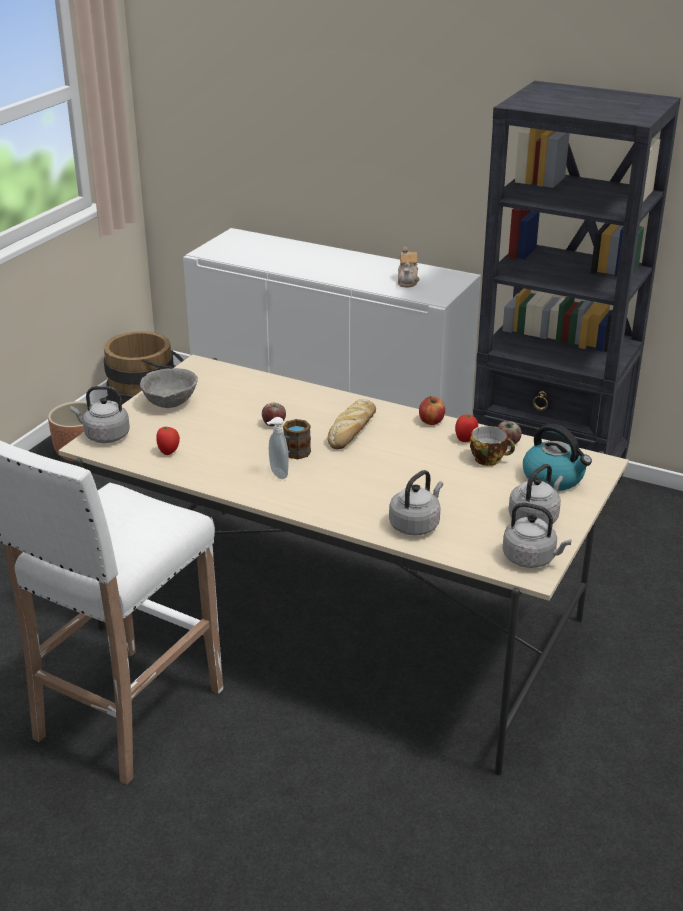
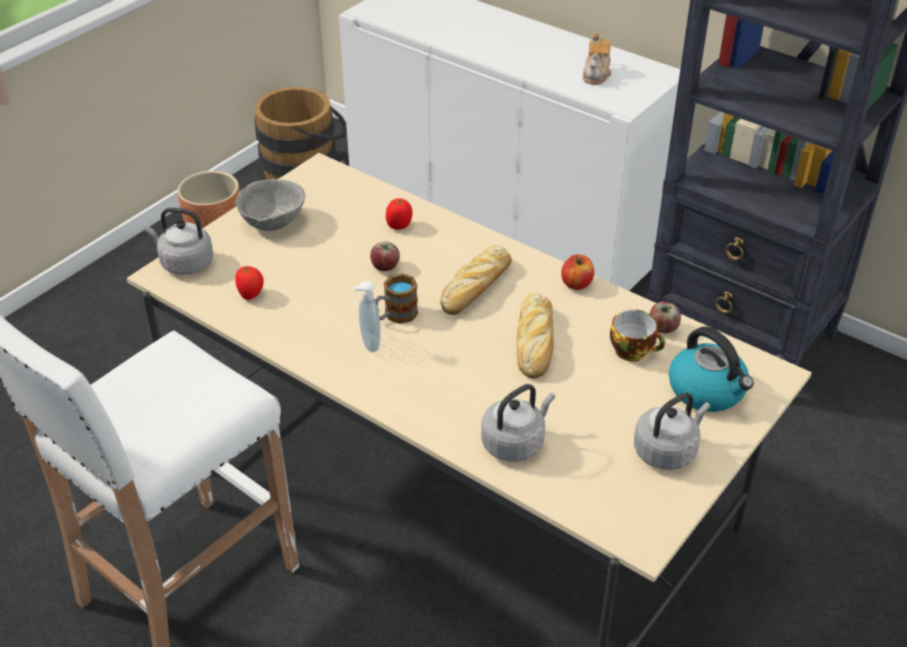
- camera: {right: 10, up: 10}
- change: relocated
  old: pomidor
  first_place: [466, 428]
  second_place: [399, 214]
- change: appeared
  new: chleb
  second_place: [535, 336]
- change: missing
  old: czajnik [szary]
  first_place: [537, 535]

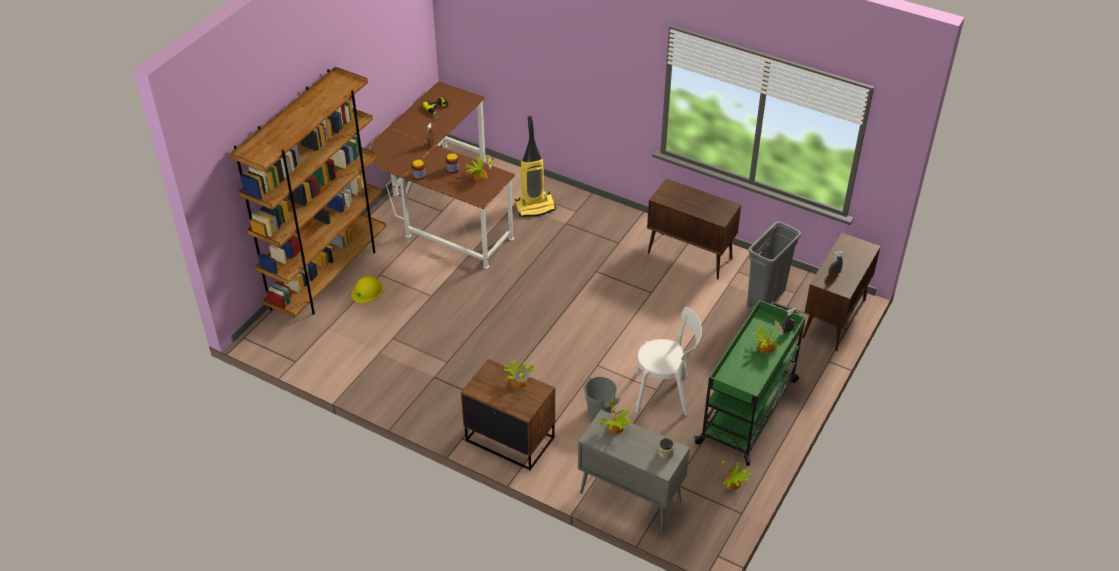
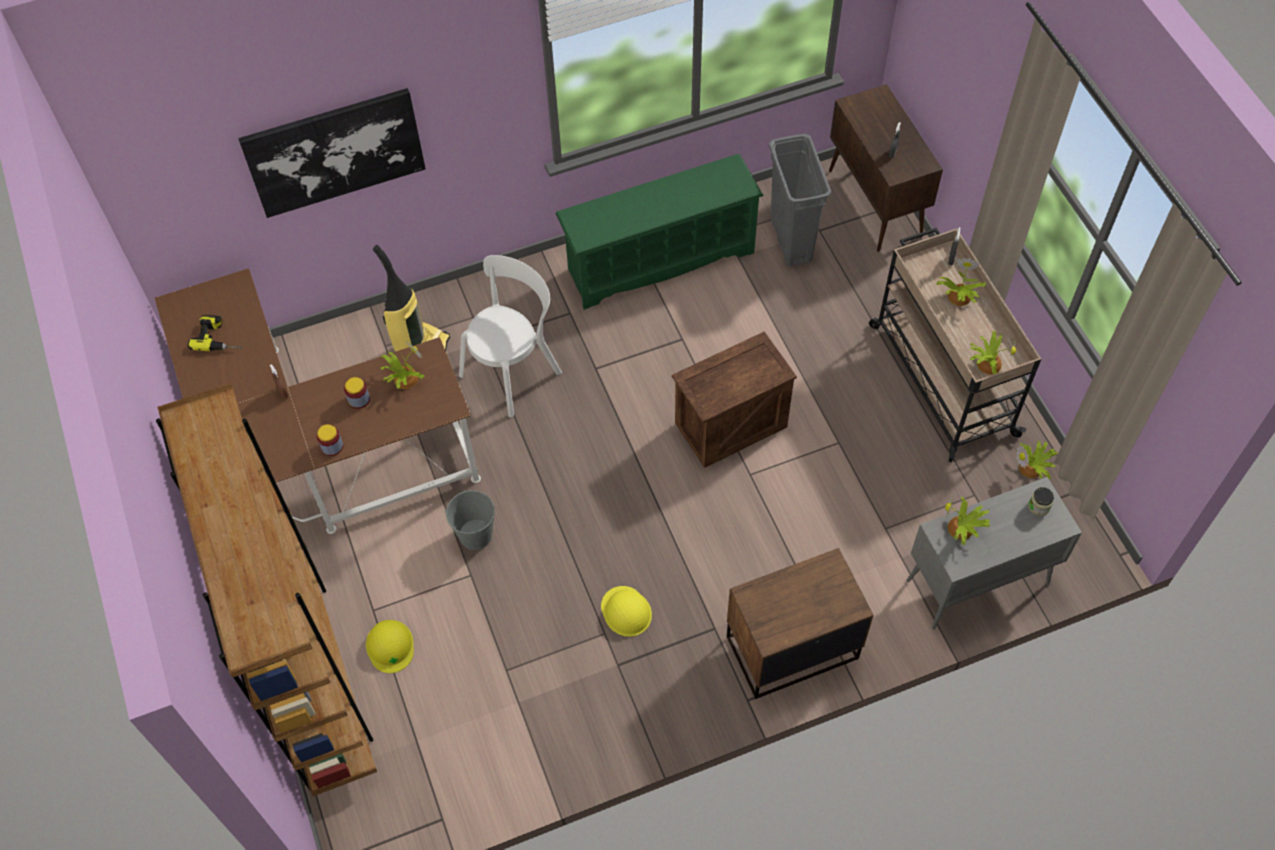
- camera: {right: -50, up: 15}
- change: appeared
  new: obraz
  second_place: [332, 153]
- change: relocated
  old: wiadro [szary]
  first_place: [600, 398]
  second_place: [470, 520]
- change: relocated
  old: krzesło [biały]
  first_place: [668, 361]
  second_place: [510, 336]
- change: exchanged
  old: szafka [brązowy]
  new: regał na buty [zielony]
  first_place: [694, 229]
  second_place: [659, 232]
- change: appeared
  new: kask [żółty]
  second_place: [626, 611]
- change: appeared
  new: skrzynka
  second_place: [734, 399]
- change: colour
  old: wózek [zielony]
  new: wózek [beżowy]
  first_place: [750, 383]
  second_place: [955, 345]
- change: relocated
  old: roślina doniczkowa
  first_place: [519, 374]
  second_place: [993, 353]

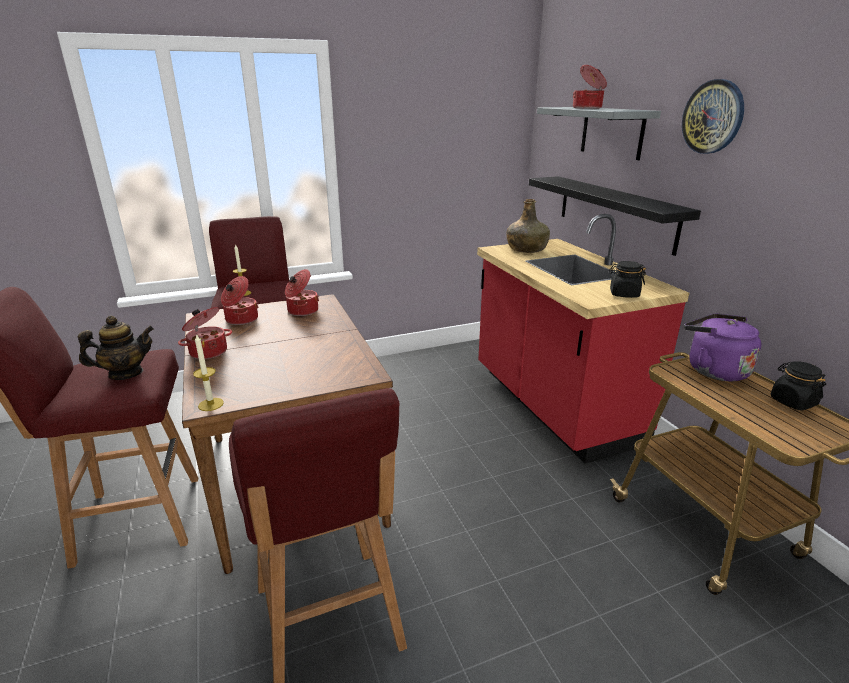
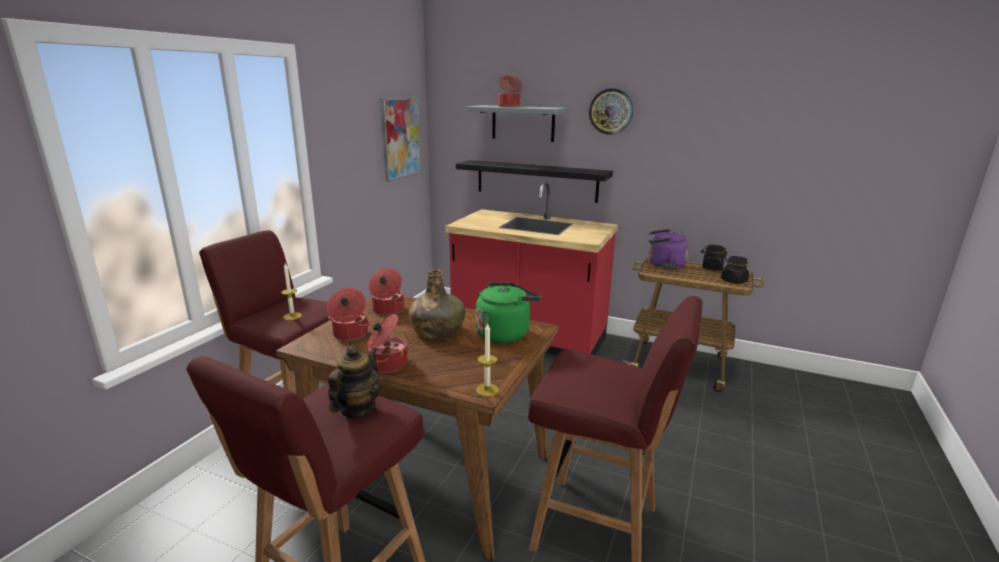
- camera: {right: -45, up: -5}
- change: appeared
  new: obraz
  second_place: [400, 139]
- change: relocated
  old: butelka [zielony]
  first_place: [528, 226]
  second_place: [436, 304]
- change: appeared
  new: czajnik [zielony]
  second_place: [508, 312]
- change: relocated
  old: słoik [czarny]
  first_place: [627, 279]
  second_place: [735, 270]

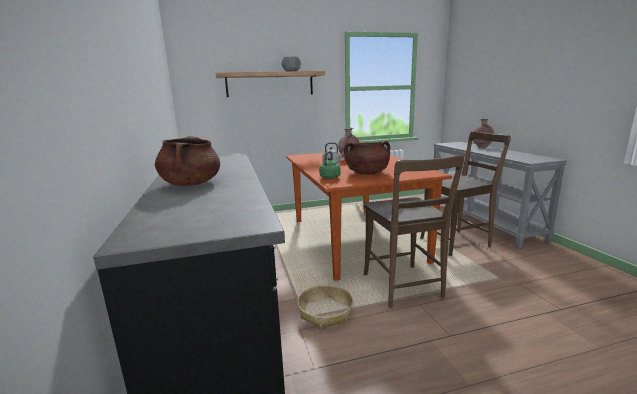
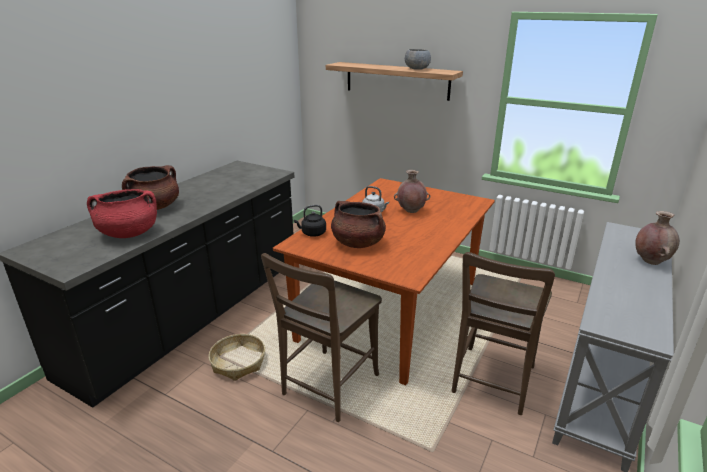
- camera: {right: 45, up: 10}
- change: appeared
  new: garnek [czerwony]
  second_place: [122, 213]
- change: colour
  old: czajnik [zielony]
  new: czajnik [czarny]
  first_place: [329, 165]
  second_place: [310, 221]
- change: spun
  old: krzesło [brązowy]
  first_place: [465, 193]
  second_place: [503, 333]
  degrees: 90

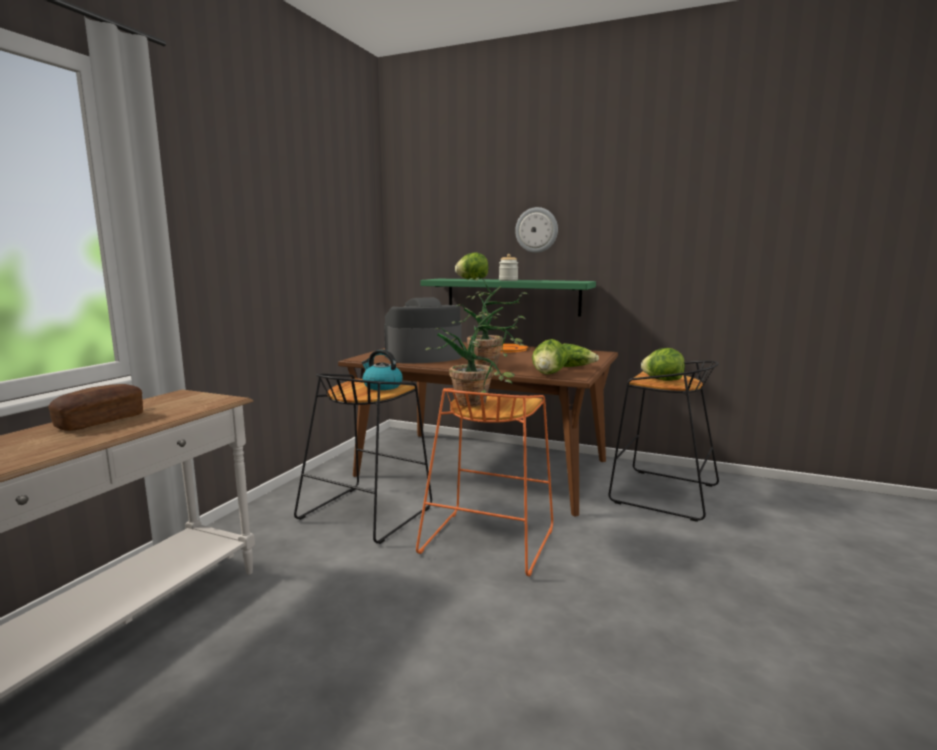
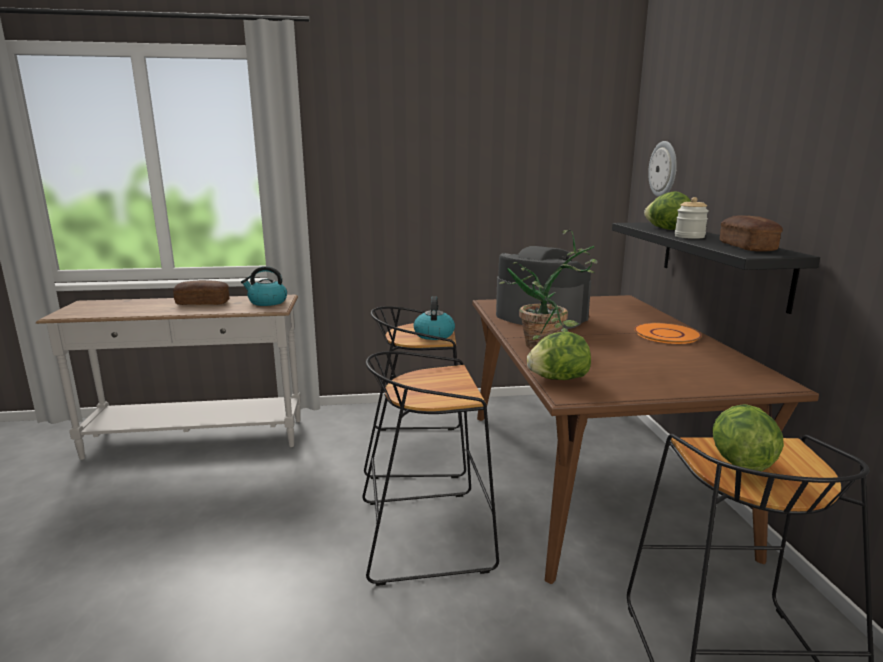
- camera: {right: 60, up: 5}
- change: appeared
  new: czajnik
  second_place: [264, 286]
- change: colour
  old: stołek [pomarańczowy]
  new: stołek [czarny]
  first_place: [484, 482]
  second_place: [430, 468]
- change: colour
  old: półka [zielony]
  new: półka [czarny]
  first_place: [508, 298]
  second_place: [716, 268]
- change: relocated
  old: zegar ścienny
  first_place: [536, 230]
  second_place: [662, 169]
- change: appeared
  new: chleb
  second_place: [751, 233]
- change: missing
  old: roślina doniczkowa
  first_place: [475, 351]
- change: missing
  old: sałata
  first_place: [580, 355]

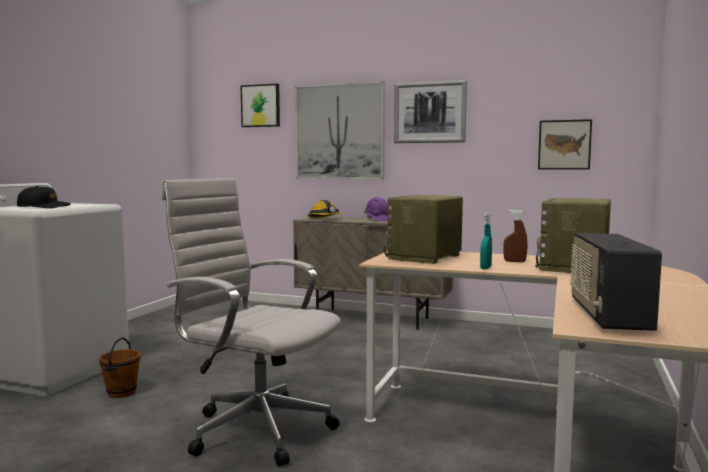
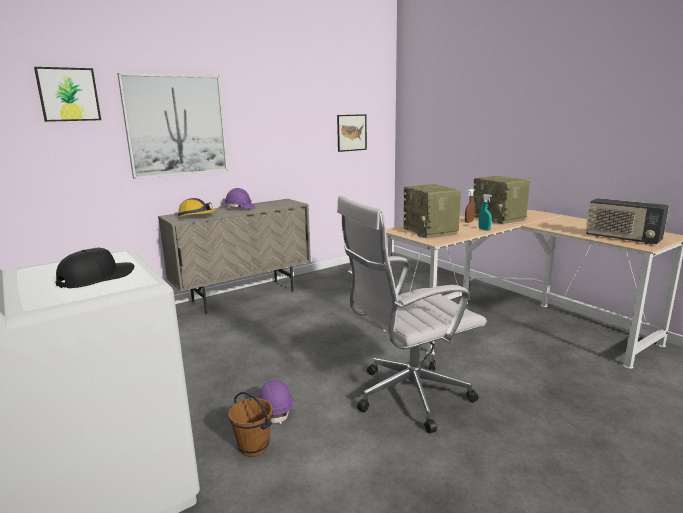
- camera: {right: -55, up: 10}
- change: appeared
  new: kask [fioletowy]
  second_place: [275, 402]
- change: missing
  old: obraz
  first_place: [430, 111]

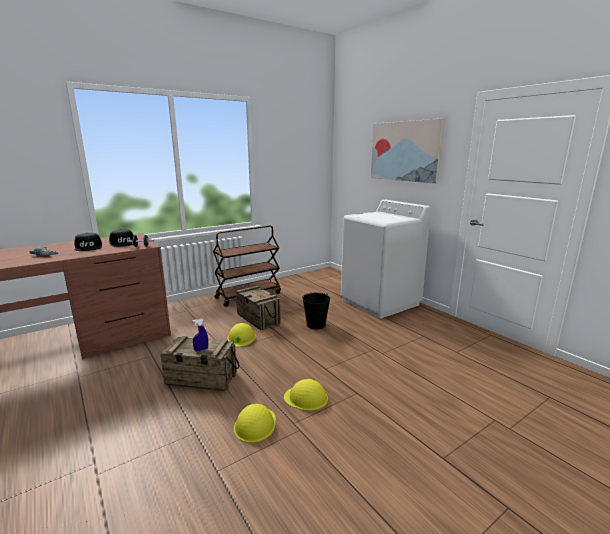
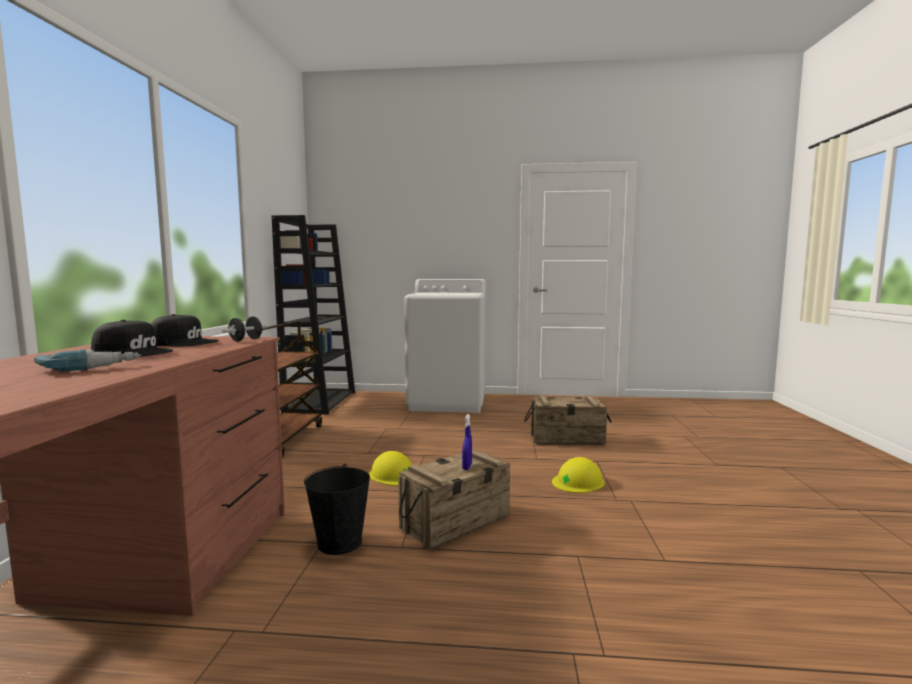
- camera: {right: -50, up: -10}
- change: appeared
  new: regał [czarny]
  second_place: [313, 315]
- change: relocated
  old: wiadro [czarny]
  first_place: [316, 310]
  second_place: [337, 509]
- change: relocated
  old: skrzynka
  first_place: [258, 307]
  second_place: [568, 420]
- change: missing
  old: kask [żółty]
  first_place: [255, 423]
- change: missing
  old: obraz
  first_place: [408, 151]

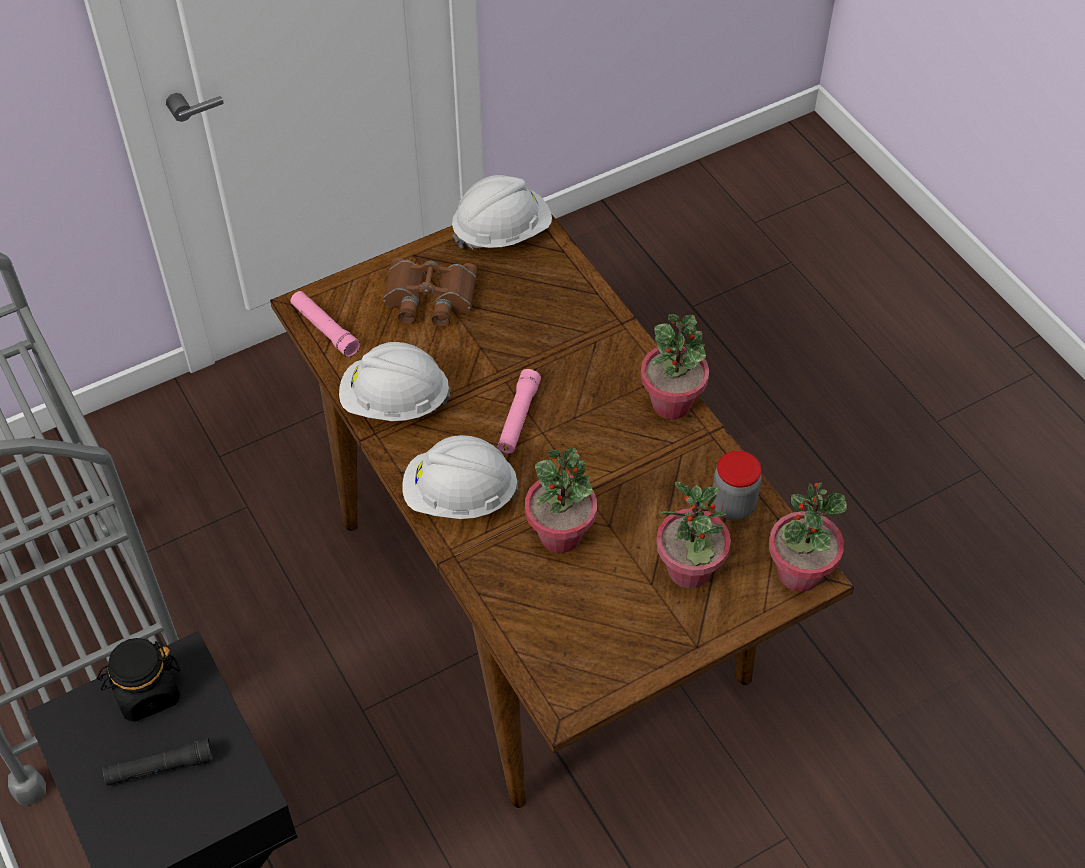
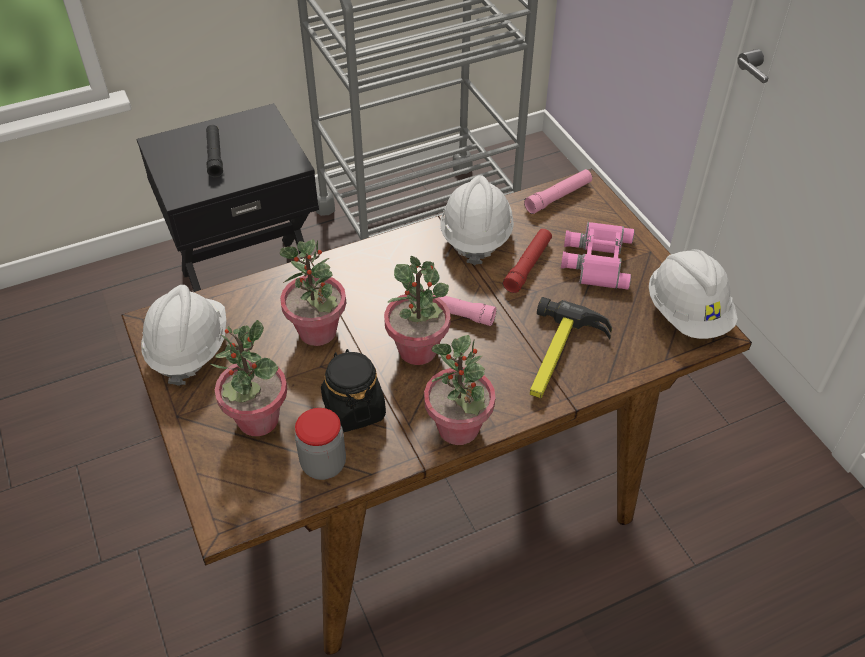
- camera: {right: 95, up: -5}
- change: relocated
  old: kask [biały]
  first_place: [460, 477]
  second_place: [184, 335]
- change: relocated
  old: słoik [czarny]
  first_place: [139, 680]
  second_place: [353, 391]
- change: relocated
  old: roślina doniczkowa
  first_place: [808, 537]
  second_place: [417, 310]
- change: appeared
  new: latarka [czerwony]
  second_place: [527, 261]
- change: appeared
  new: młotek
  second_place: [571, 347]
- change: colour
  old: lornetka [brązowy]
  new: lornetka [różowy]
  first_place: [430, 292]
  second_place: [598, 255]

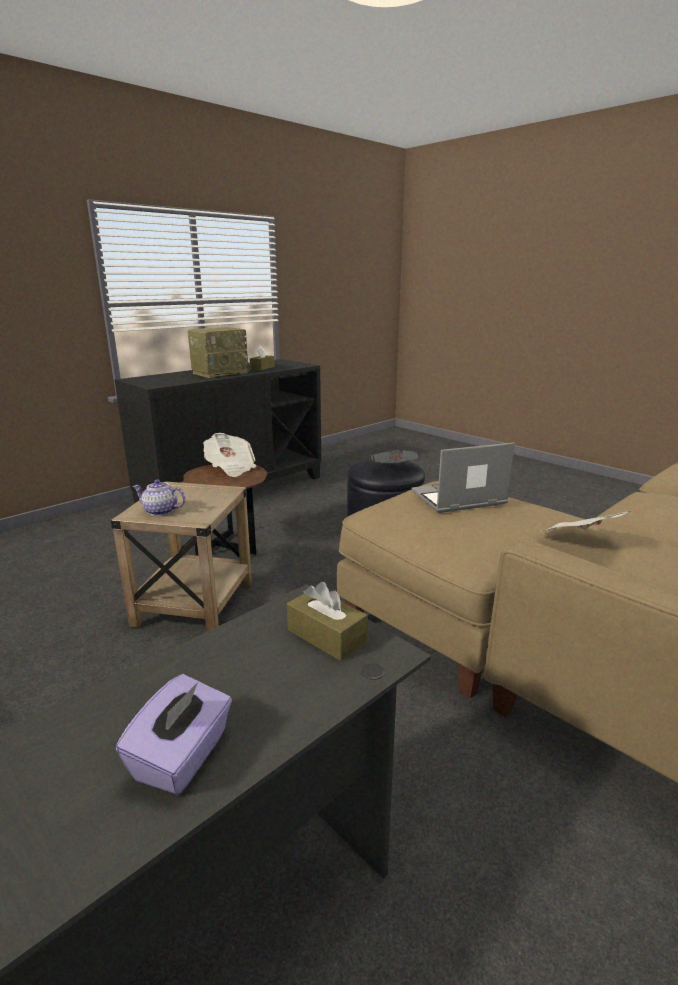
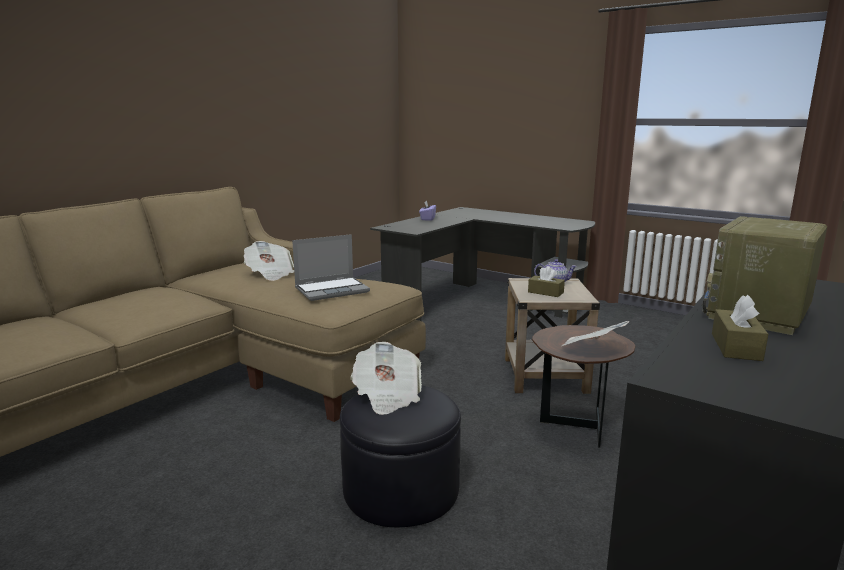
- camera: {right: 170, up: -5}
- change: relocated
  old: pudełko chusteczek [brązowy]
  first_place: [327, 621]
  second_place: [546, 281]

